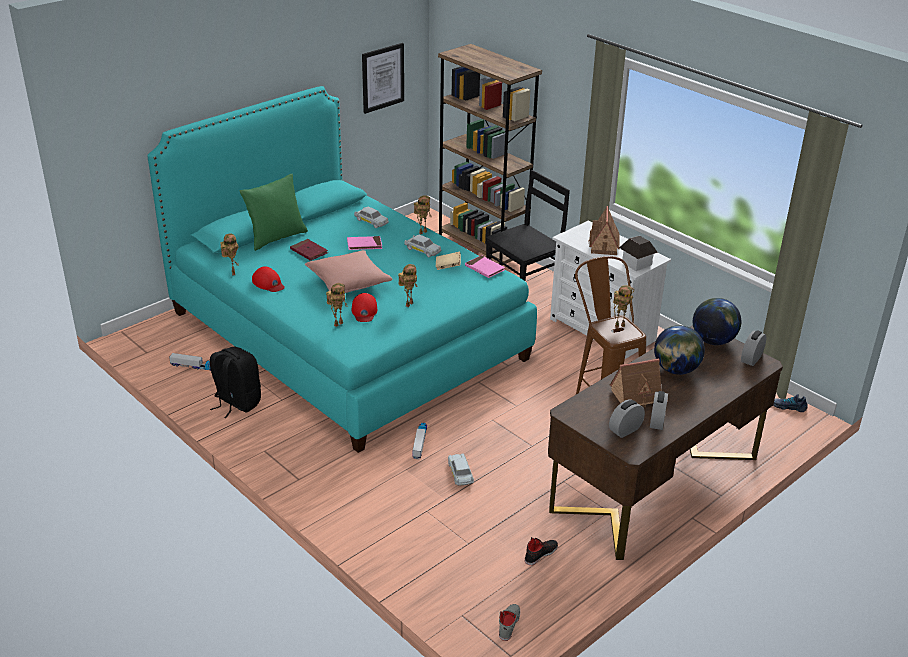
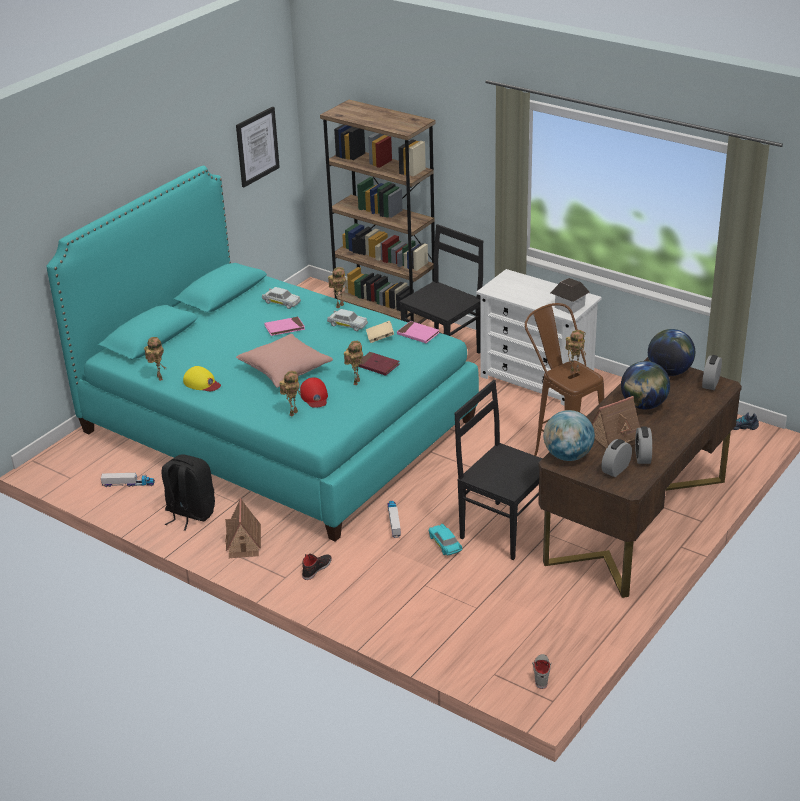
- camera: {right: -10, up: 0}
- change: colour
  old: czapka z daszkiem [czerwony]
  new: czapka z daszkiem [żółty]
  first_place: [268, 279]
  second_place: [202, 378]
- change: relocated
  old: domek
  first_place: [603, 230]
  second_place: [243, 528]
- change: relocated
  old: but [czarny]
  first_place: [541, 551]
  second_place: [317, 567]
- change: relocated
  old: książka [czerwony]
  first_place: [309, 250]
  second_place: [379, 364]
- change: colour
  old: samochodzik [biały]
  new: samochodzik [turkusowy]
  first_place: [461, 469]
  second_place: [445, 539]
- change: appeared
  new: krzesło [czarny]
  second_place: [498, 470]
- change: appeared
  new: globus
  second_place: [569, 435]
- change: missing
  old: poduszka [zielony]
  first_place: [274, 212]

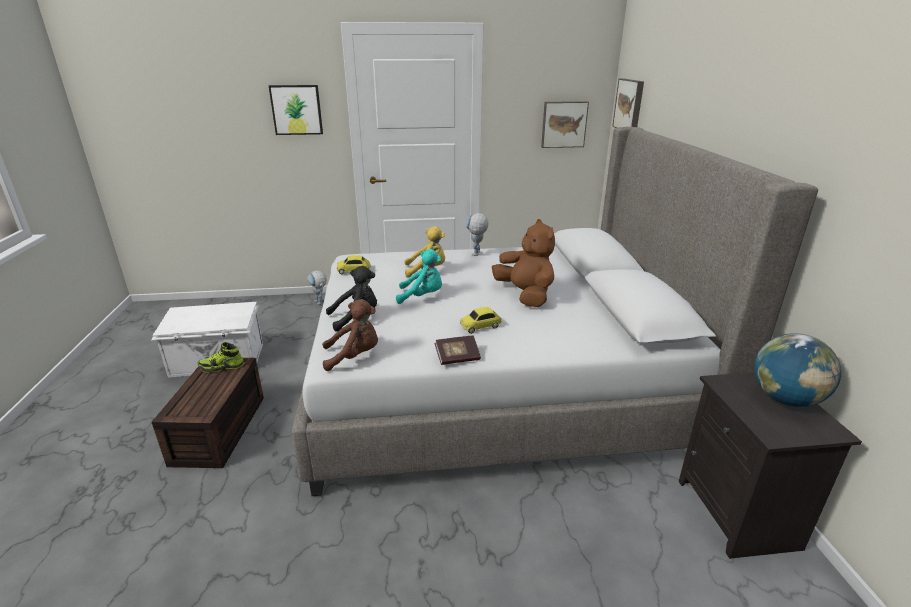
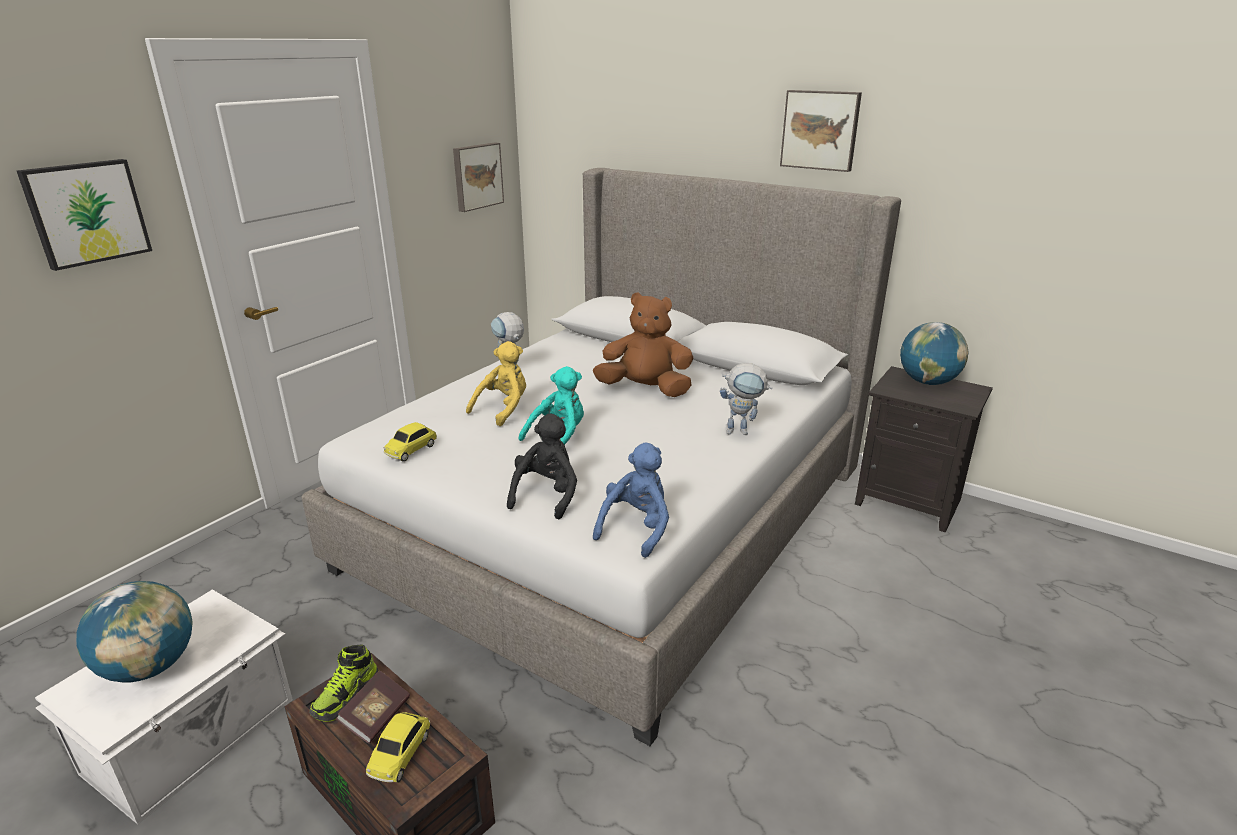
- camera: {right: -50, up: 0}
- change: appeared
  new: globus
  second_place: [134, 632]
- change: relocated
  old: książka
  first_place: [457, 350]
  second_place: [373, 707]
- change: relocated
  old: samochodzik
  first_place: [481, 320]
  second_place: [398, 747]
- change: colour
  old: pluszak [brązowy]
  new: pluszak [niebieski]
  first_place: [350, 335]
  second_place: [631, 500]
- change: relocated
  old: robot zabawkowy
  first_place: [317, 287]
  second_place: [746, 399]
- change: relocated
  old: obraz
  first_place: [628, 103]
  second_place: [821, 131]

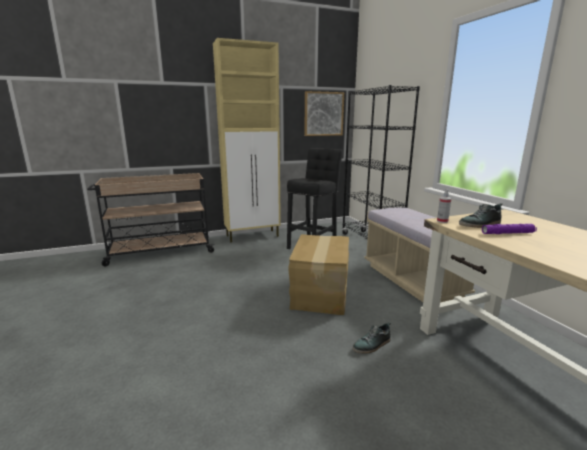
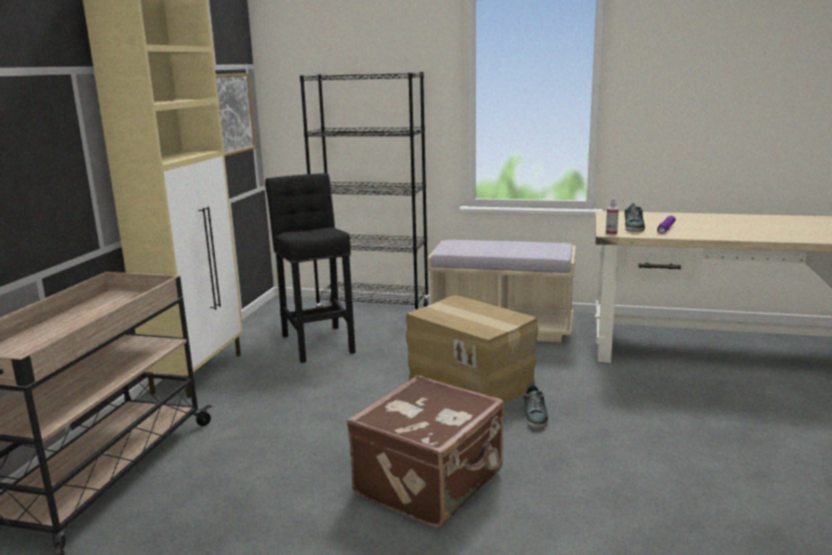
- camera: {right: -55, up: 0}
- change: appeared
  new: walizka [brązowy]
  second_place: [425, 451]
- change: relocated
  old: but
  first_place: [371, 338]
  second_place: [536, 405]

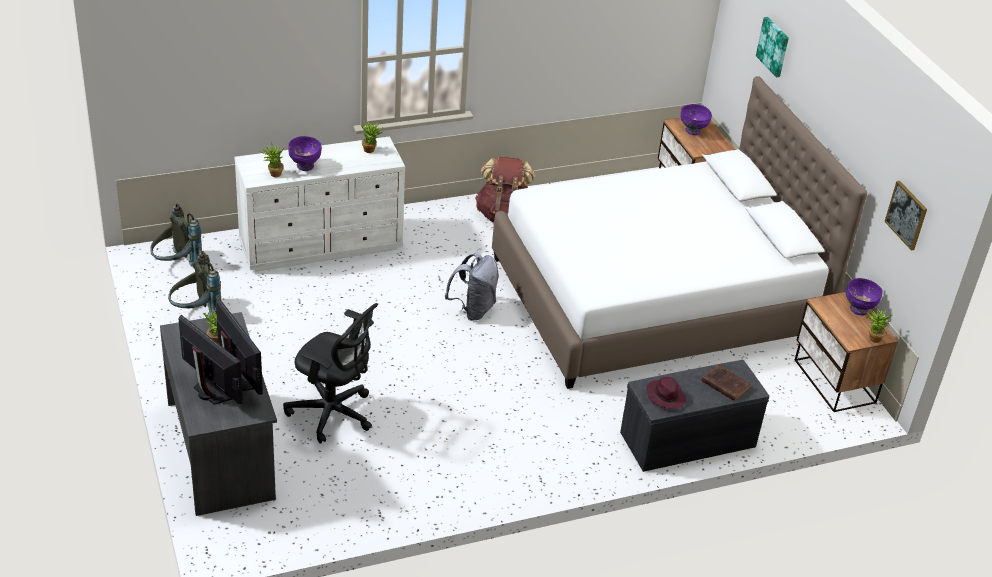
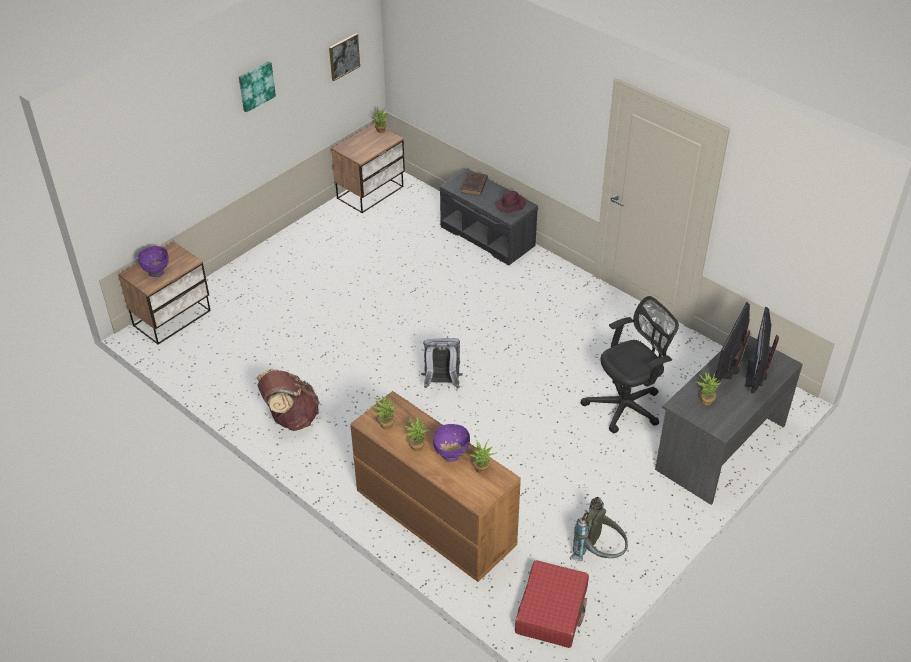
- camera: {right: -115, up: 5}
- change: relocated
  old: obraz
  first_place: [772, 47]
  second_place: [257, 86]
- change: colour
  old: komoda [biały]
  new: komoda [brązowy]
  first_place: [320, 204]
  second_place: [435, 486]
- change: appeared
  new: roślina doniczkowa
  second_place: [415, 434]
- change: exchanged
  old: plecak [szary]
  new: walizka [czerwony]
  first_place: [176, 235]
  second_place: [552, 604]
- change: spun
  old: krzesło biurowe [czarny]
  first_place: [330, 373]
  second_place: [629, 364]
  degrees: 60
- change: missing
  old: łóżko [biały]
  first_place: [679, 232]
- change: missing
  old: miska [fioletowy]
  first_place: [864, 296]

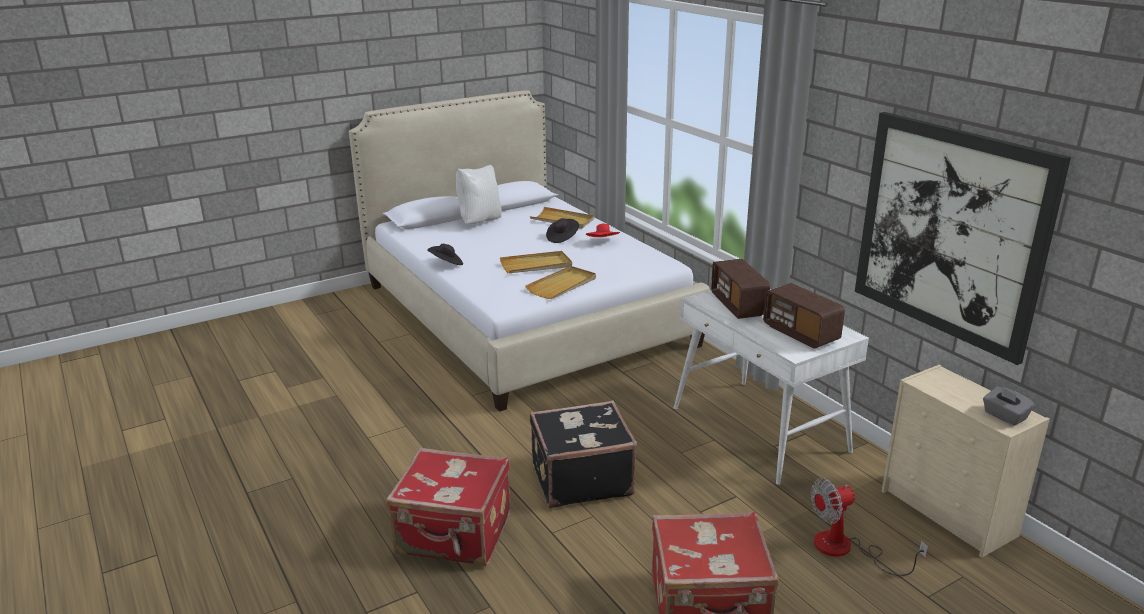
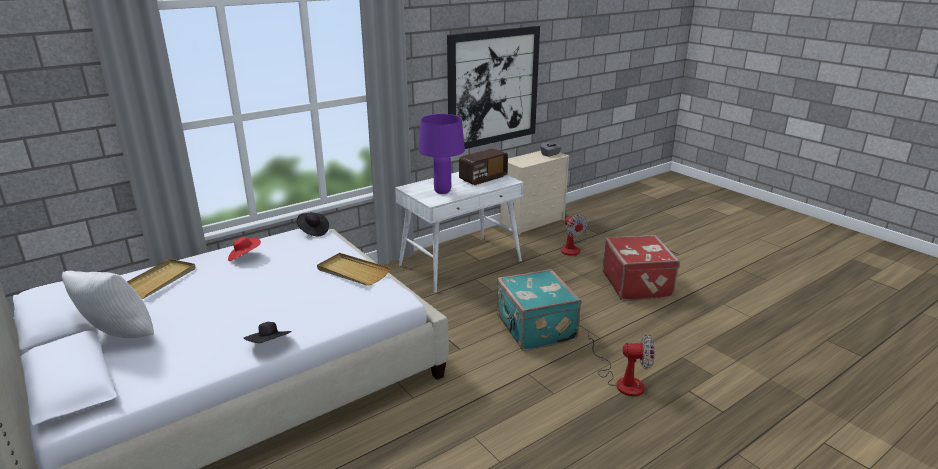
- camera: {right: -95, up: 0}
- change: relocated
  old: kapelusz [czarny]
  first_place: [562, 230]
  second_place: [312, 224]
- change: exchanged
  old: radio
  new: lampa stołowa [fioletowy]
  first_place: [740, 289]
  second_place: [442, 154]
- change: colour
  old: walizka [czarny]
  new: walizka [turkusowy]
  first_place: [583, 454]
  second_place: [539, 310]
- change: exchanged
  old: walizka [czerwony]
  new: wentylator
  first_place: [448, 507]
  second_place: [621, 365]
- change: missing
  old: taca [beżowy]
  first_place: [536, 262]

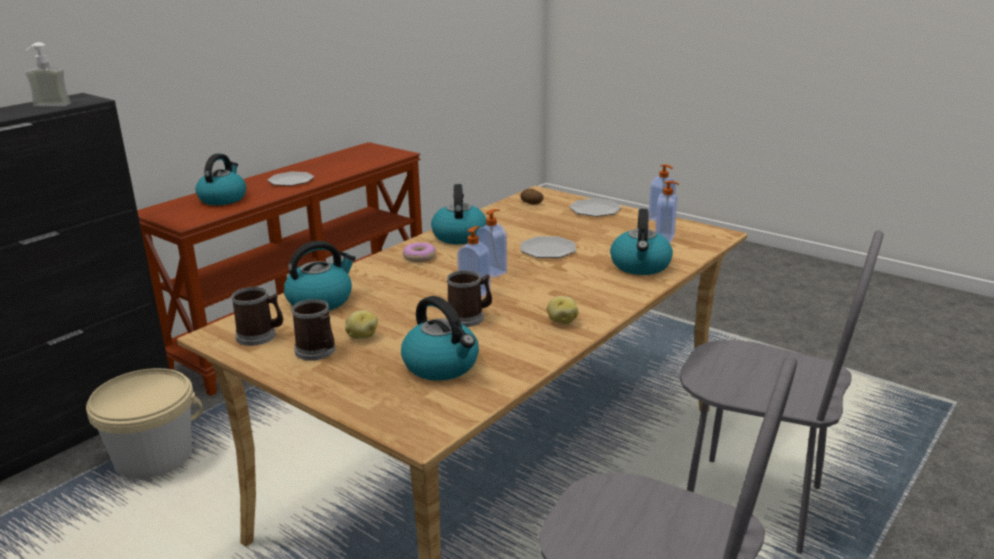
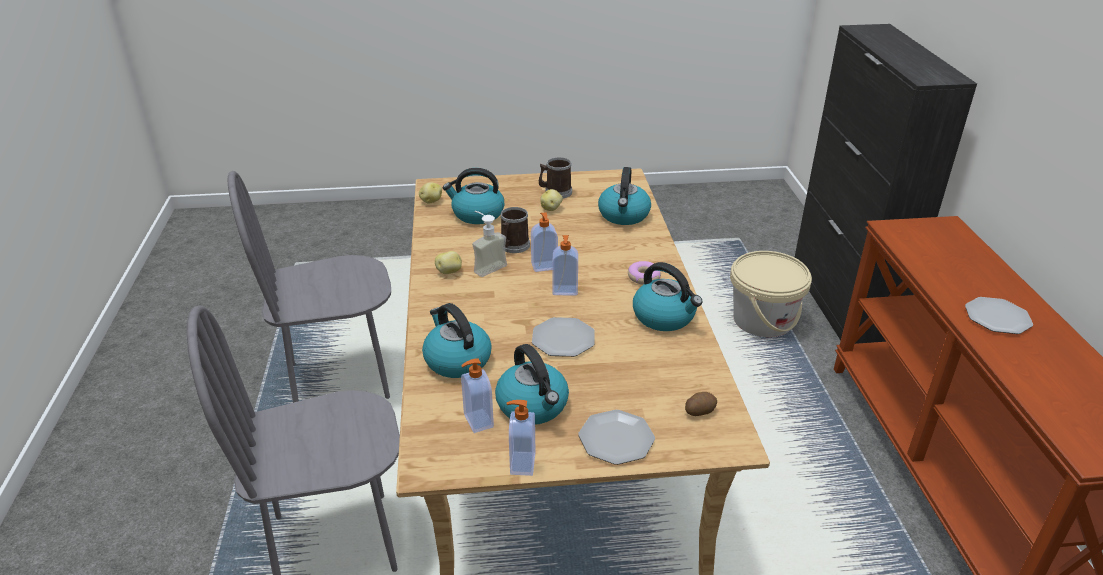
- camera: {right: 135, up: 10}
- change: appeared
  new: ziemniak
  second_place: [430, 193]
- change: relocated
  old: dozownik mydła
  first_place: [48, 74]
  second_place: [489, 244]
- change: relocated
  old: czajnik
  first_place: [220, 179]
  second_place: [532, 384]
- change: missing
  old: kubek
  first_place: [257, 316]

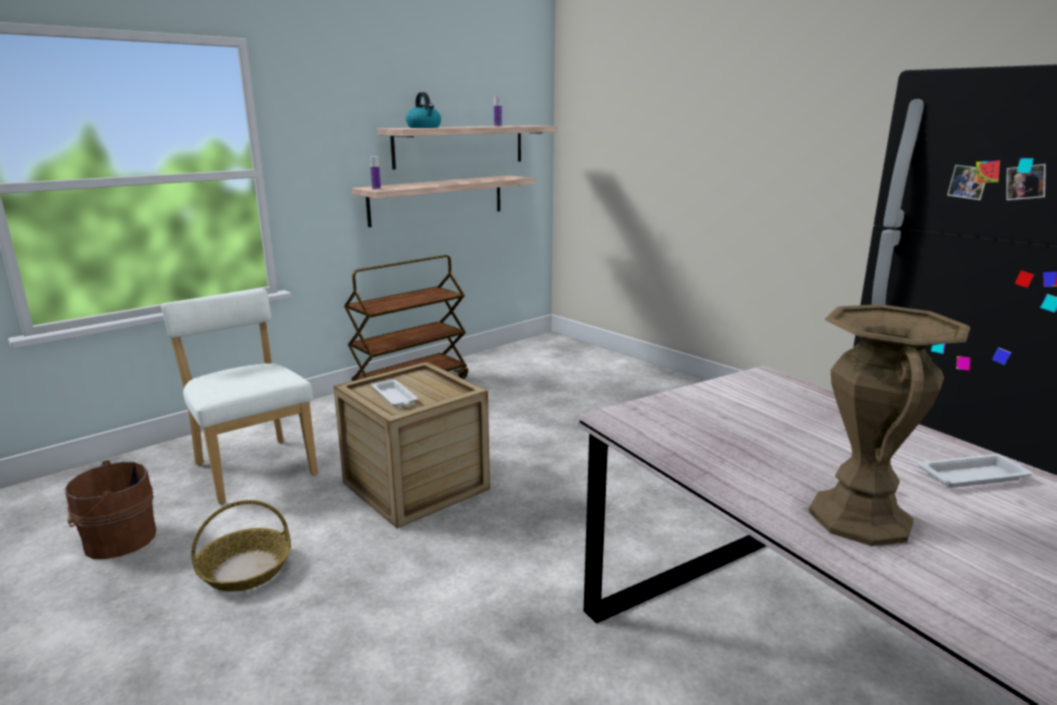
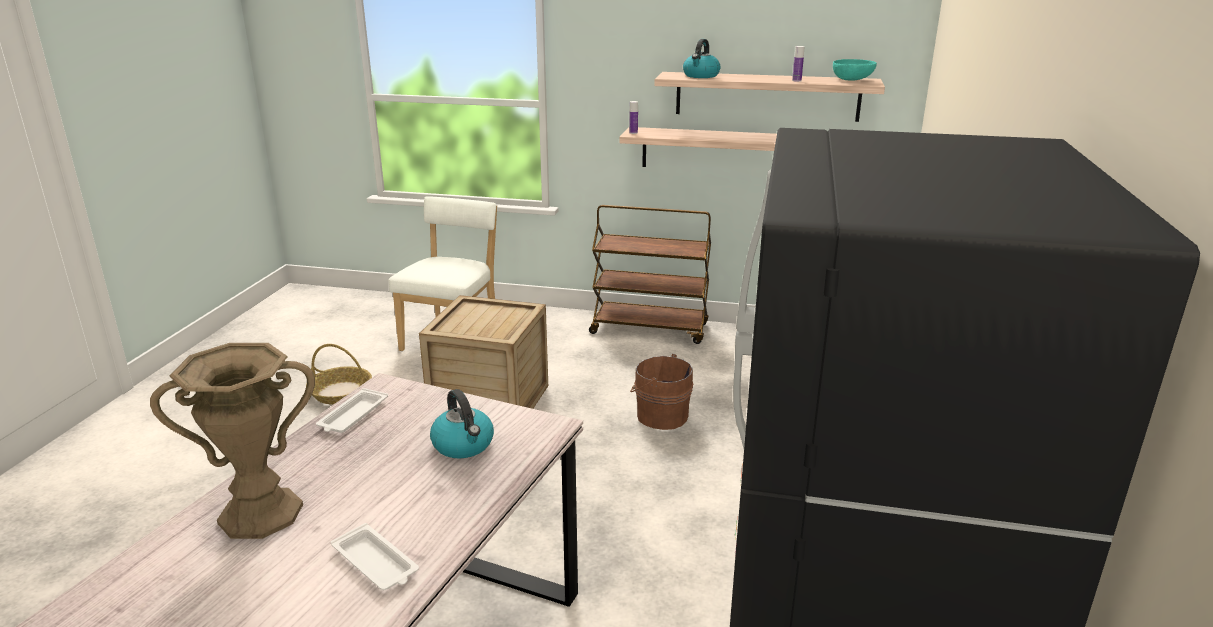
- camera: {right: 55, up: 5}
- change: relocated
  old: taca [biały]
  first_place: [394, 393]
  second_place: [352, 410]
- change: appeared
  new: czajnik
  second_place: [462, 424]
- change: relocated
  old: wiadro [brązowy]
  first_place: [110, 509]
  second_place: [661, 392]
- change: appeared
  new: miska [turkusowy]
  second_place: [855, 70]

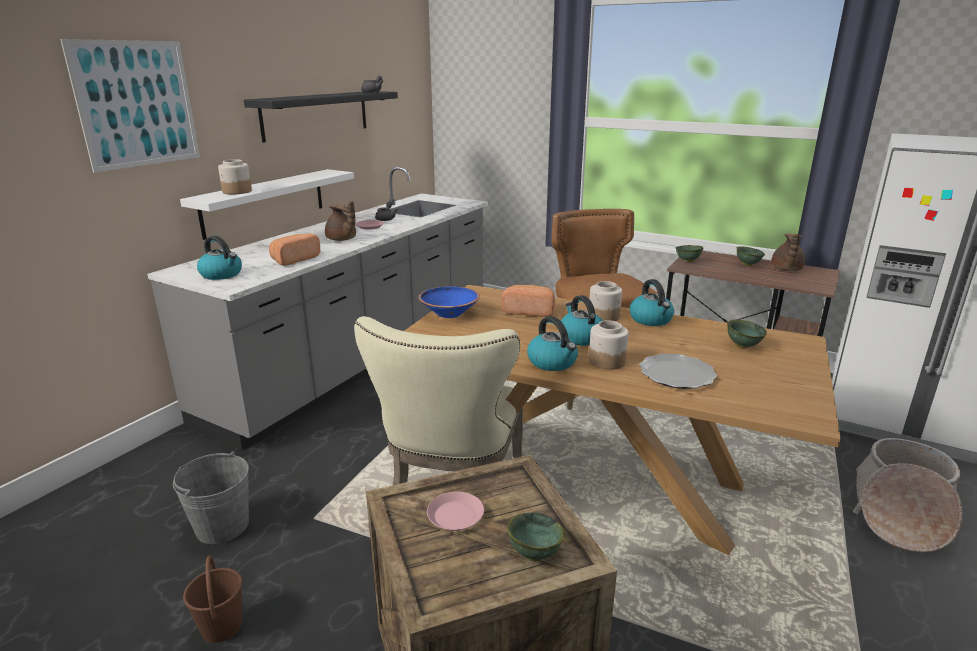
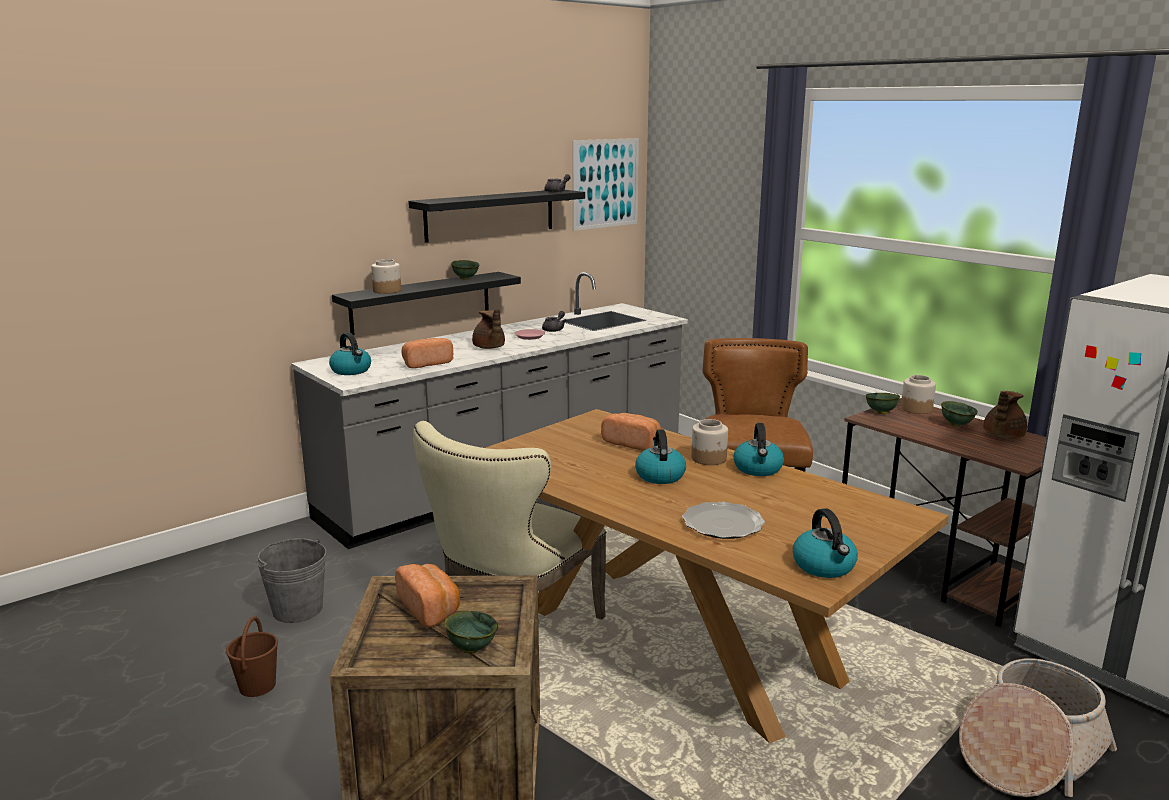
- camera: {right: 20, up: -5}
- change: colour
  old: półka [biały]
  new: półka [czarny]
  first_place: [267, 204]
  second_place: [426, 303]
- change: exchanged
  old: talerz [różowy]
  new: chleb
  first_place: [455, 511]
  second_place: [427, 595]
- change: relocated
  old: miska [zielony]
  first_place: [747, 333]
  second_place: [465, 270]
- change: relocated
  old: obraz
  first_place: [130, 106]
  second_place: [605, 184]
- change: relocated
  old: czajnik
  first_place: [552, 343]
  second_place: [825, 543]
- change: relocated
  old: słoik
  first_place: [609, 345]
  second_place: [918, 394]
- change: missing
  old: miska [niebieski]
  first_place: [449, 302]

